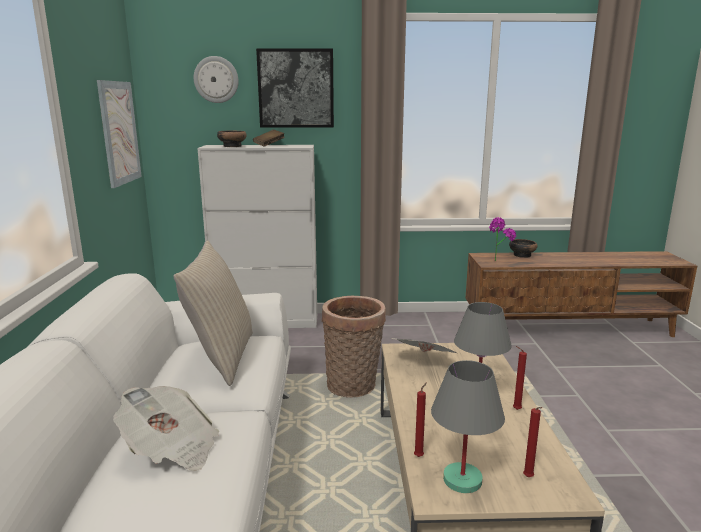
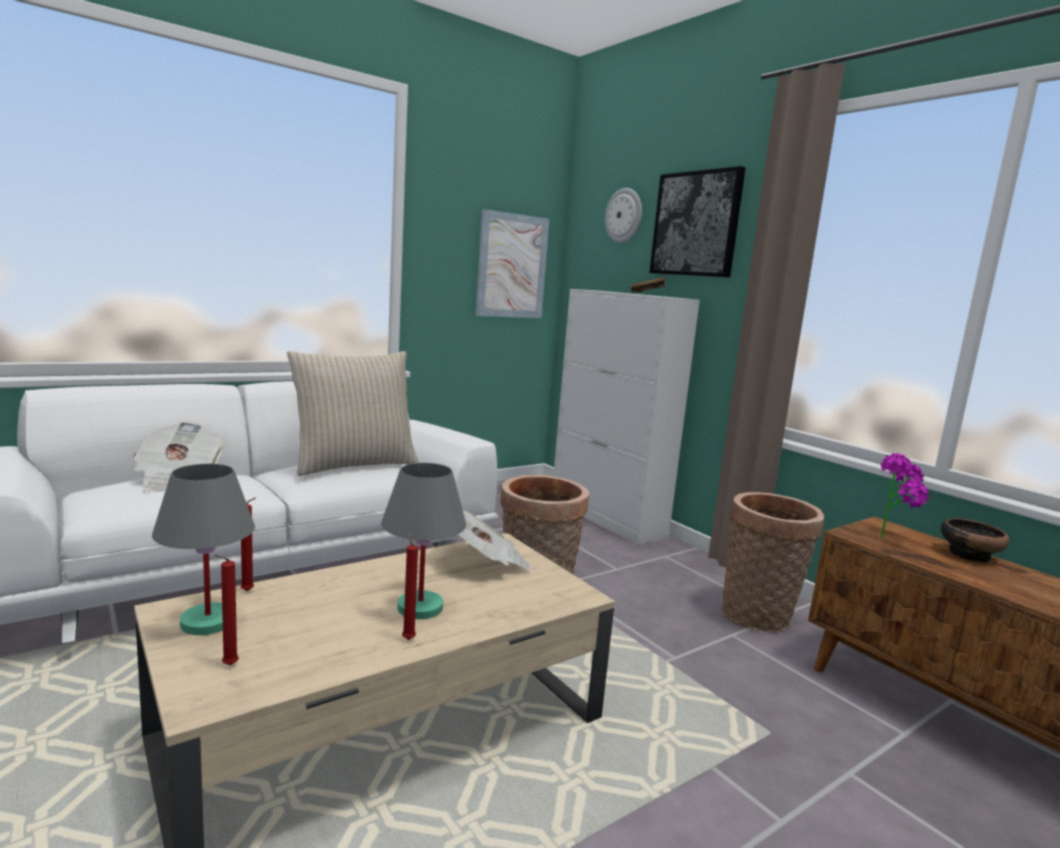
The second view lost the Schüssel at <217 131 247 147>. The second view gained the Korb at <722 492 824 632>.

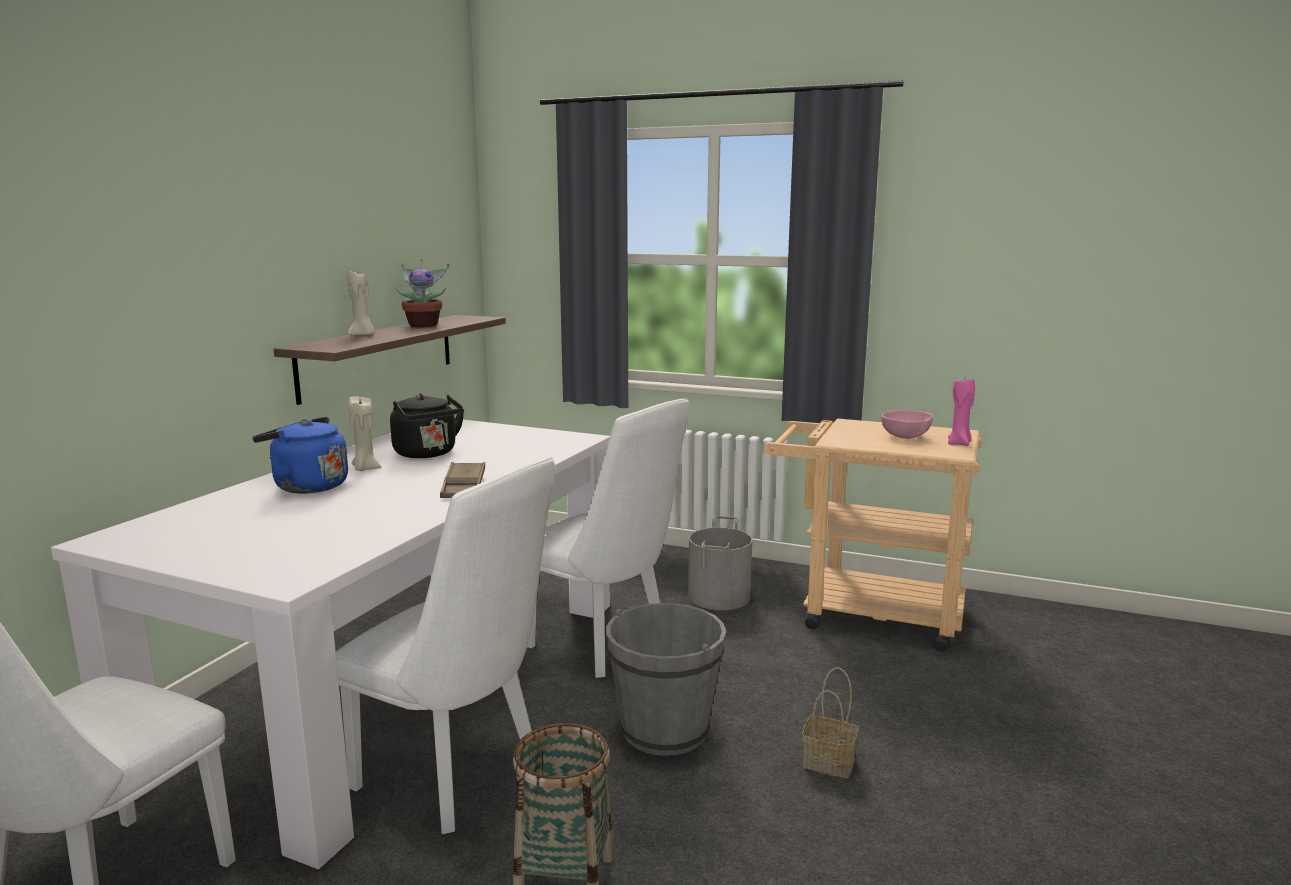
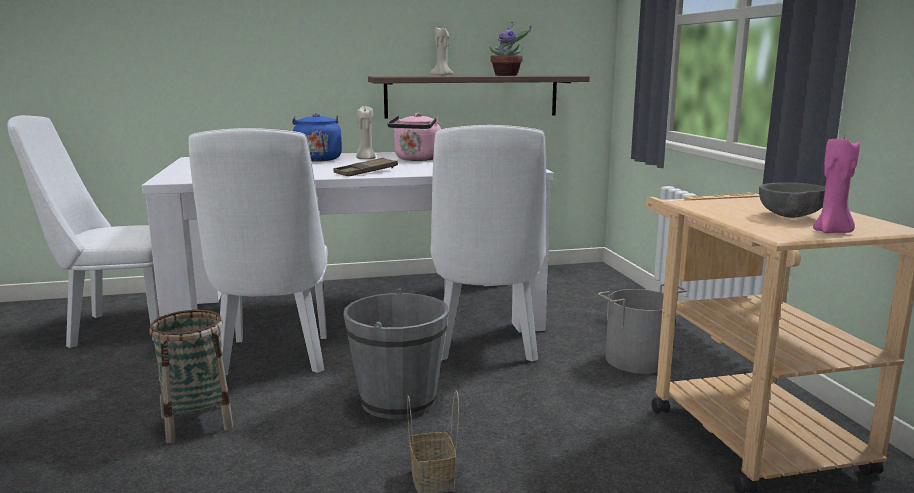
What was the Wasserkessel (schwarz) at <390 393 464 458> turned into the Wasserkessel (rosa) at <387 113 441 161>. What was the Schüssel (rosa) at <882 410 933 439> turned into the Schüssel (grau) at <759 182 825 218>.

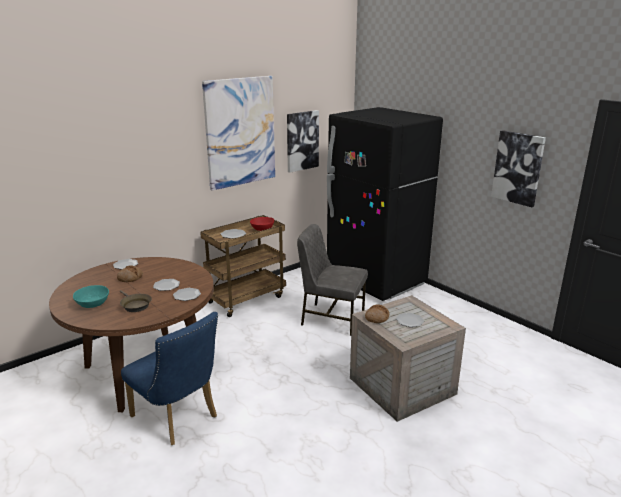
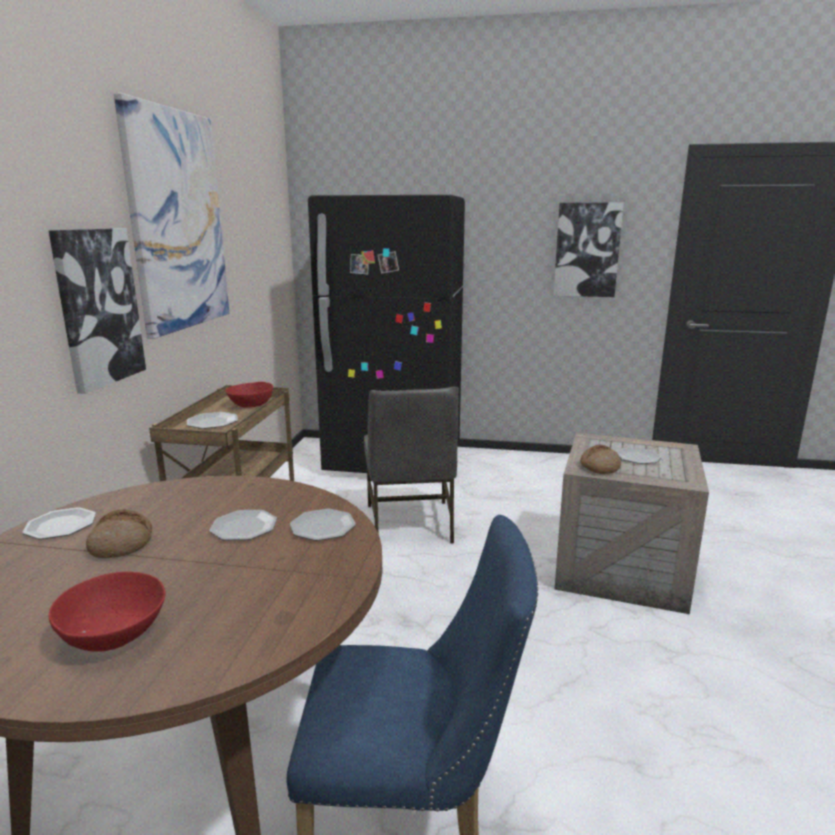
What was the Schüssel (türkis) at <73 285 109 308> turned into the Schüssel (rot) at <49 572 165 652>. The second view lost the Pfanne (braun) at <120 290 152 312>. The Bild ended up elsewhere, having gone from <287 110 319 173> to <49 228 146 394>. The Stuhl (grau) at <297 224 368 336> ended up facing another way, 75 degrees counterclockwise from before.

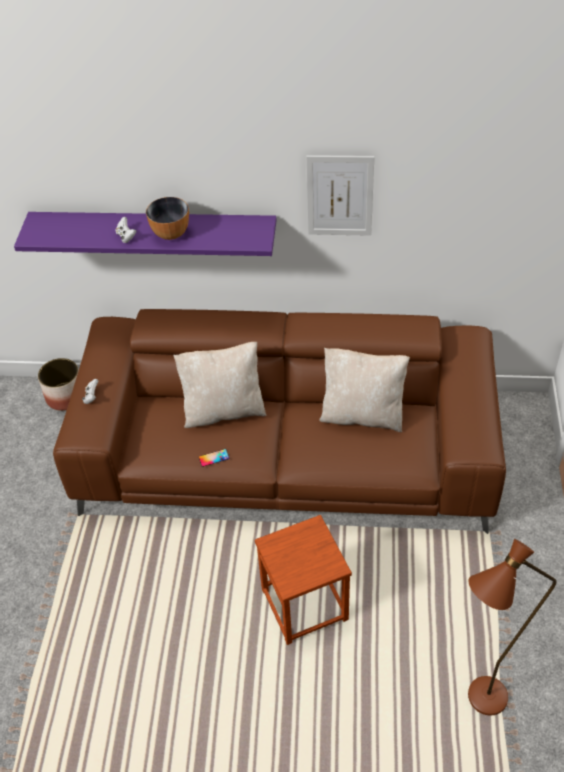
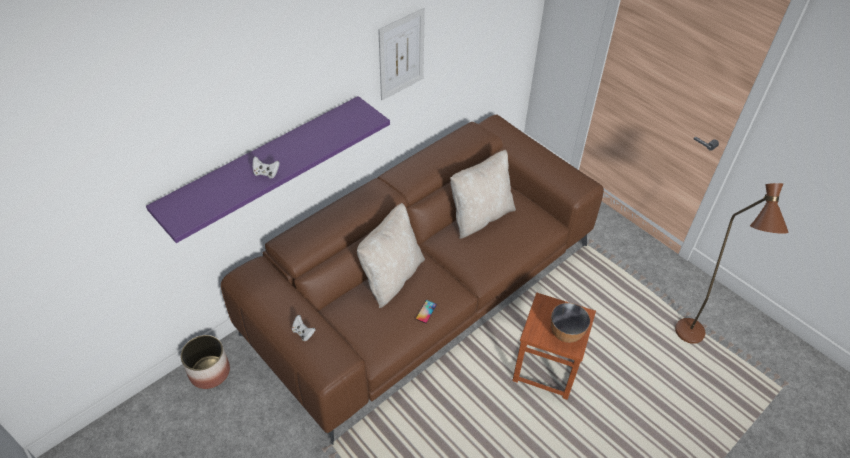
The Schüssel ended up elsewhere, having gone from <146 197 189 240> to <550 303 590 343>.

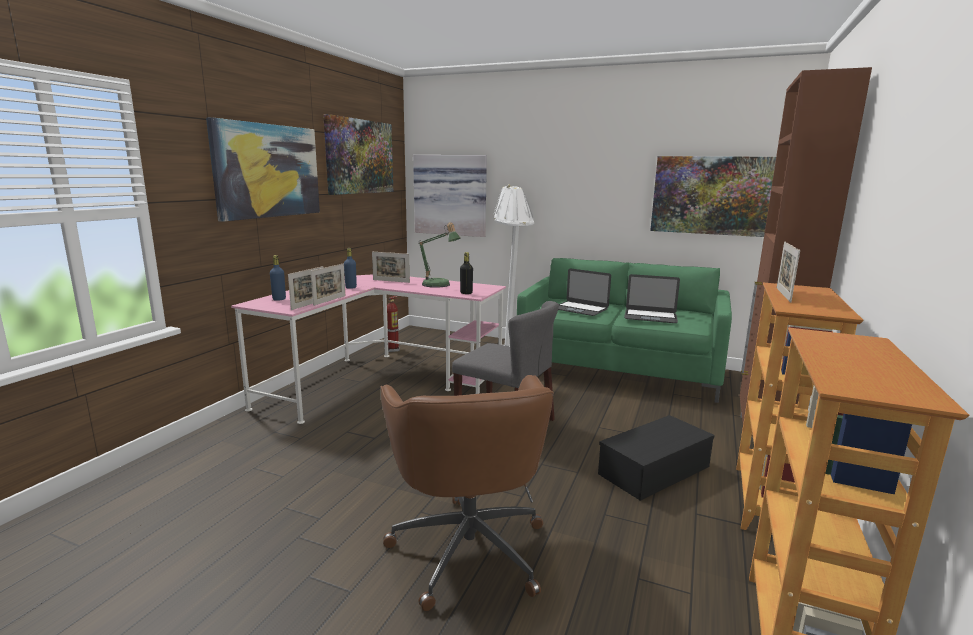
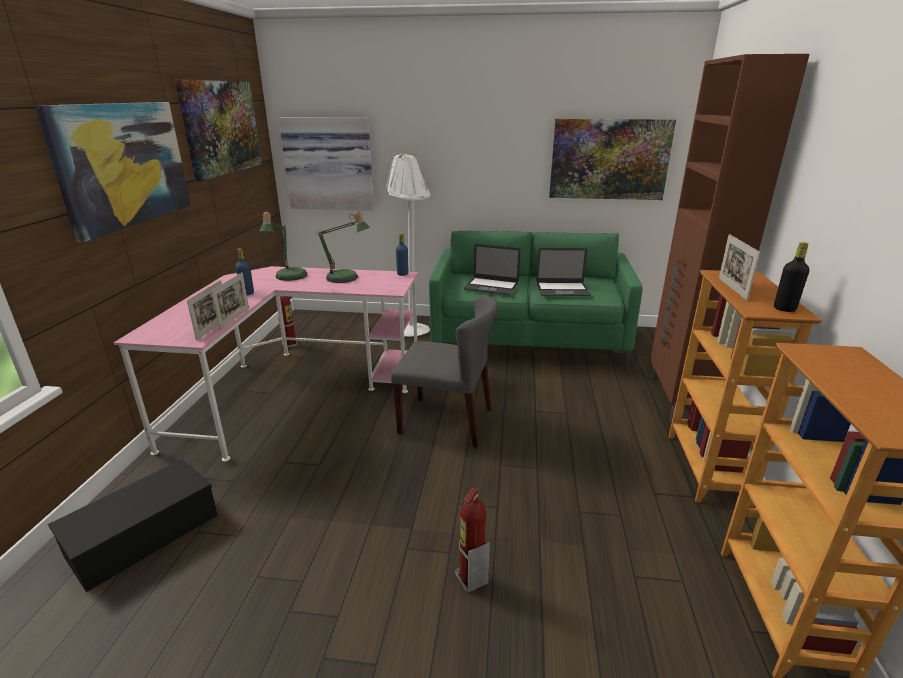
The Flasche (blau) ended up elsewhere, having gone from <270 255 286 301> to <396 233 408 276>. Where the Bilderrahmen stood at <372 252 410 283>, the Tischlampe came to stand at <259 212 307 281>. Where the Bürostuhl (braun) stood at <381 375 554 611>, the Feuerlöscher came to stand at <455 488 490 593>. The Flasche (schwarz) ended up elsewhere, having gone from <460 252 473 294> to <774 242 809 312>. The Aufbewahrungsbox (schwarz) ended up elsewhere, having gone from <598 415 715 501> to <48 459 218 592>.

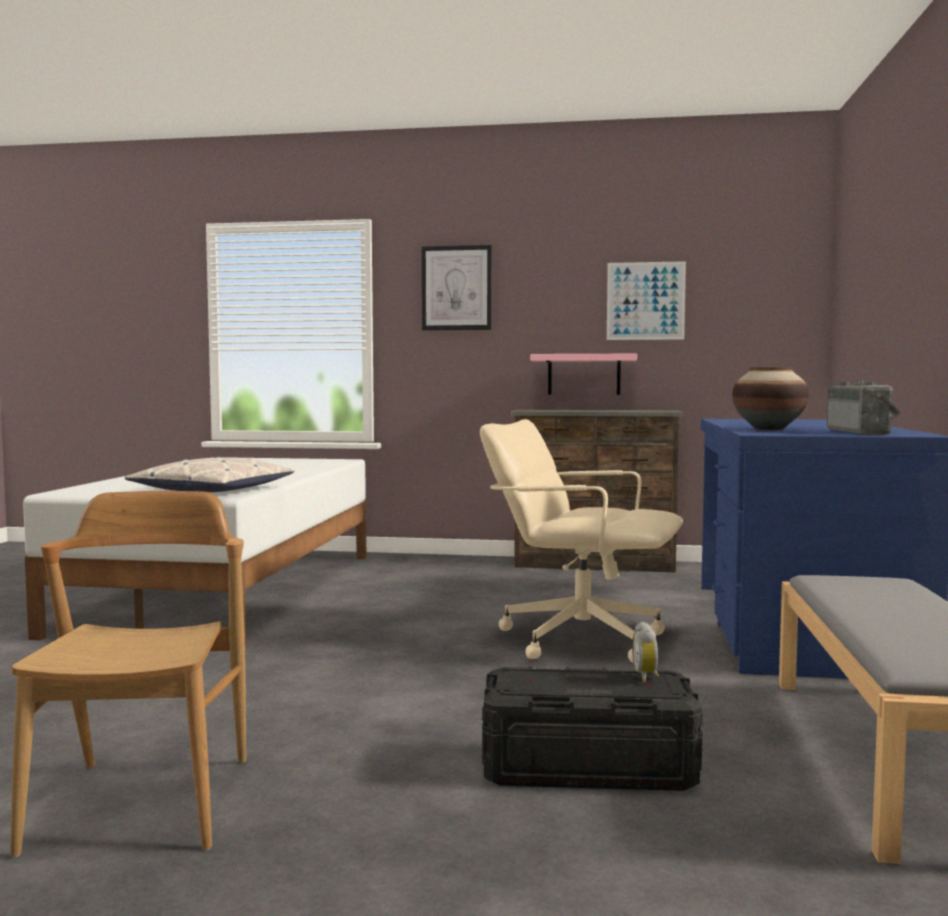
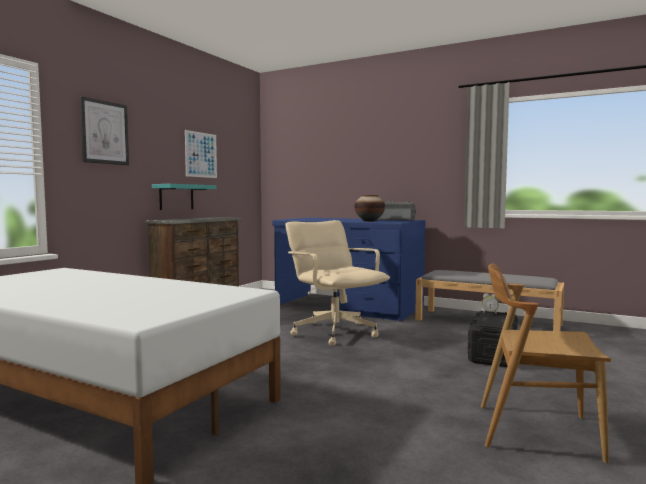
The second view lost the Kissen at <124 457 294 492>. The Bürostuhl (beige) at <480 419 683 663> ended up facing another way, 105 degrees clockwise from before. What was the Wandregal (rosa) at <530 354 637 395> turned into the Wandregal (türkis) at <152 184 216 210>.

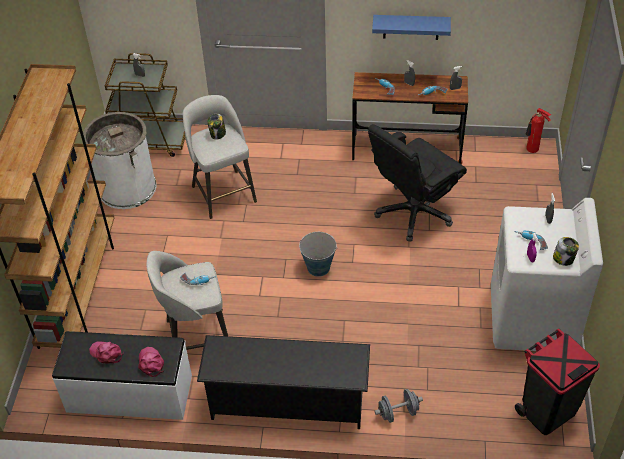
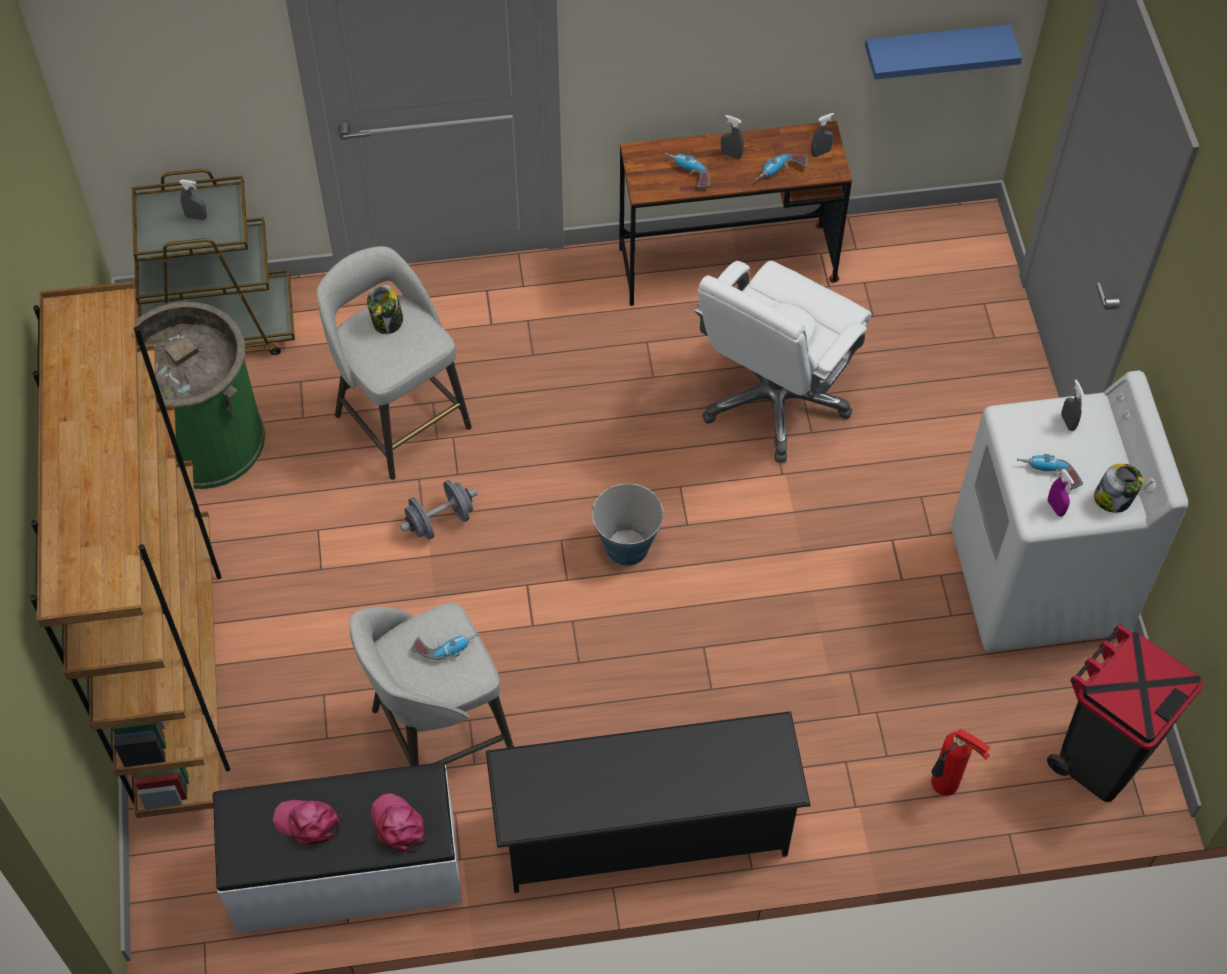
What was the Mülleimer (weiß) at <83 112 156 209> turned into the Mülleimer (grün) at <136 302 265 489>. What was the Bürostuhl (schwarz) at <368 124 467 241> turned into the Bürostuhl (weiß) at <694 261 871 463>. The Wandregal (blau) ended up elsewhere, having gone from <372 15 451 40> to <865 24 1022 80>. The Hantel (grau) ended up elsewhere, having gone from <375 389 423 423> to <400 480 477 540>. The Feuerlöscher ended up elsewhere, having gone from <526 108 551 153> to <931 728 991 796>.

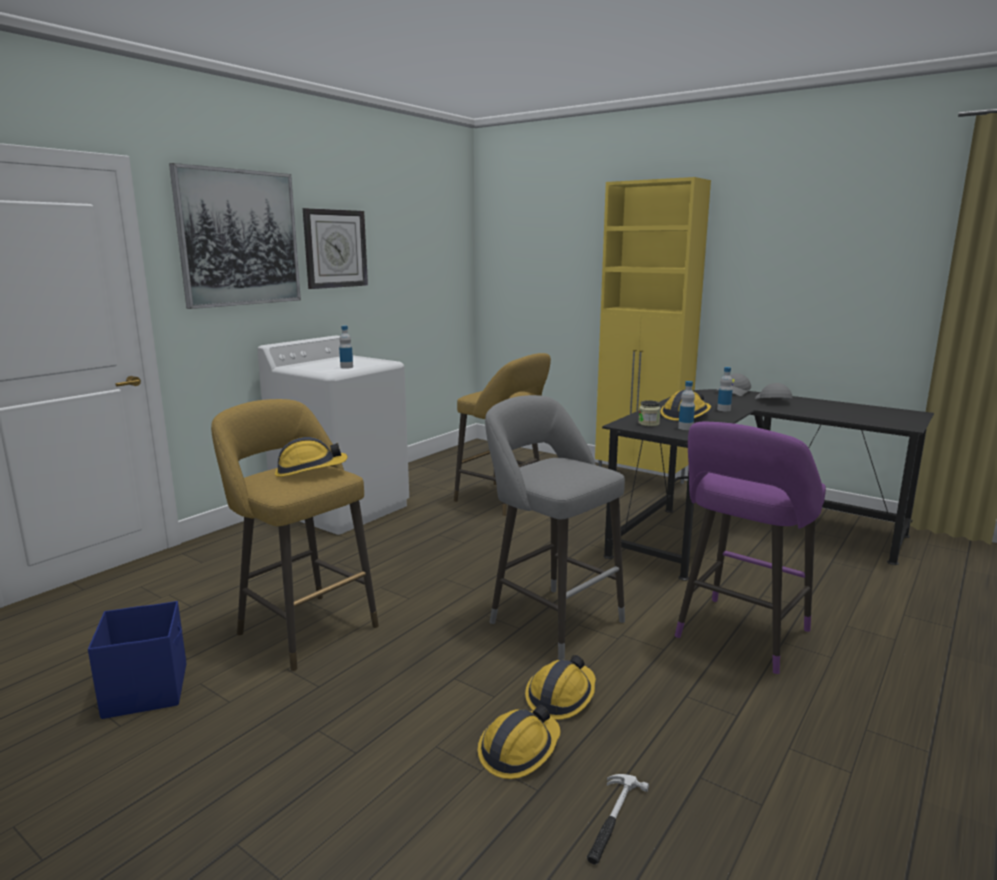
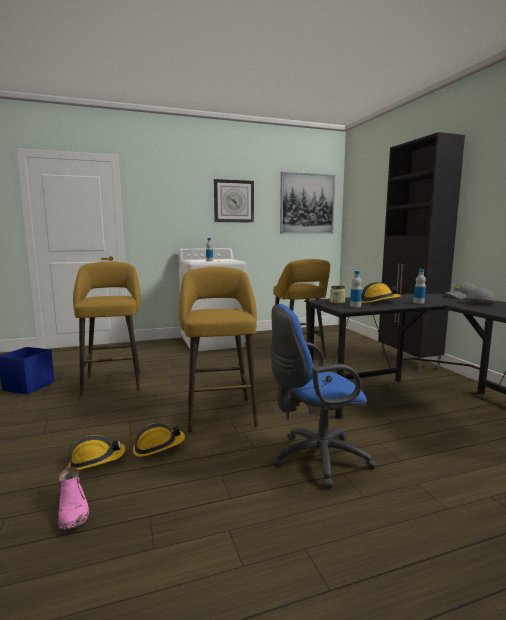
The Bild ended up elsewhere, having gone from <169 163 301 309> to <280 172 335 234>. The second view lost the Schutzhelm at <275 437 348 477>. What was the Hocker (grau) at <485 395 625 660> turned into the Hocker (gelb) at <179 267 258 432>. Where the Hammer stood at <587 774 649 864>, the Stiefel (rosa) came to stand at <58 467 89 530>. What was the Schrank (gelb) at <595 177 711 484> turned into the Schrank (schwarz) at <378 132 465 372>. Where the Hocker (lila) stood at <675 422 826 674>, the Bürostuhl (blau) came to stand at <271 304 376 488>.

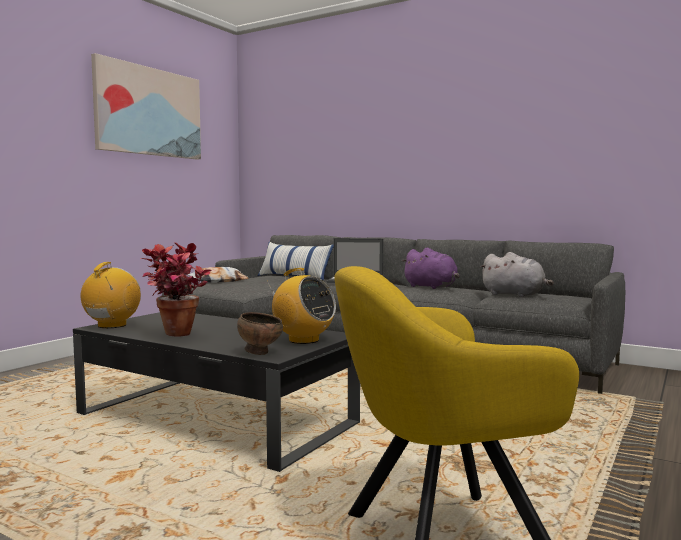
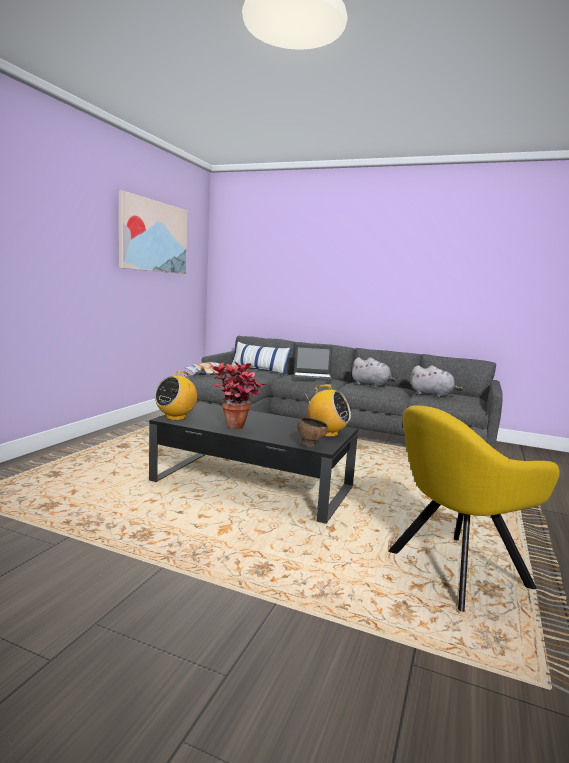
The Radio at <81 262 141 328> ended up facing another way, 150 degrees counterclockwise from before. What was the Plüschtier (lila) at <401 248 460 289> turned into the Plüschtier (grau) at <351 357 396 388>.

